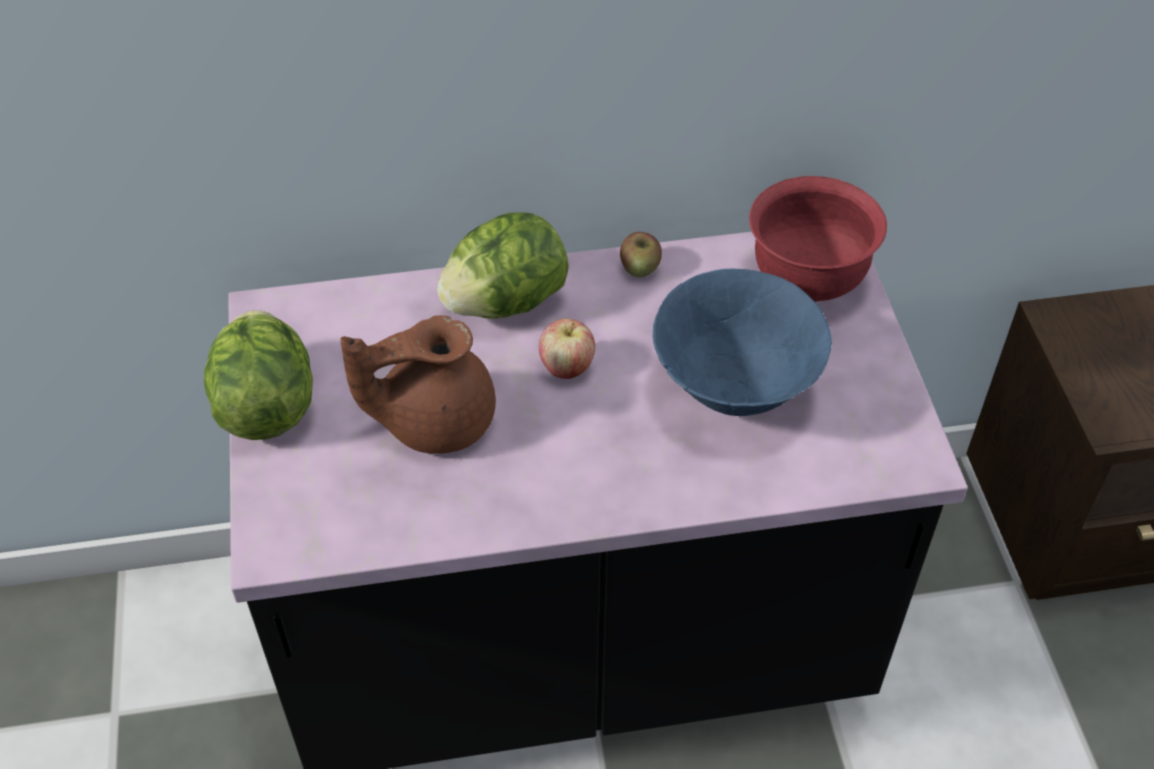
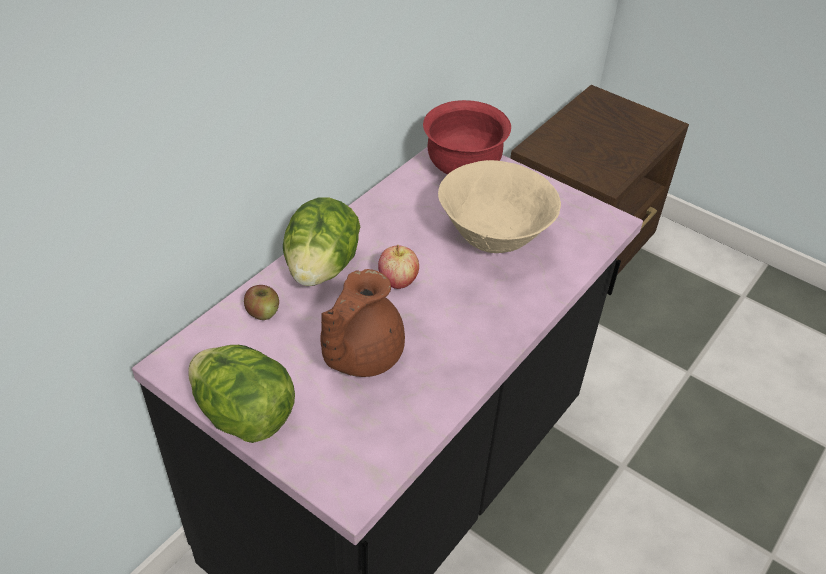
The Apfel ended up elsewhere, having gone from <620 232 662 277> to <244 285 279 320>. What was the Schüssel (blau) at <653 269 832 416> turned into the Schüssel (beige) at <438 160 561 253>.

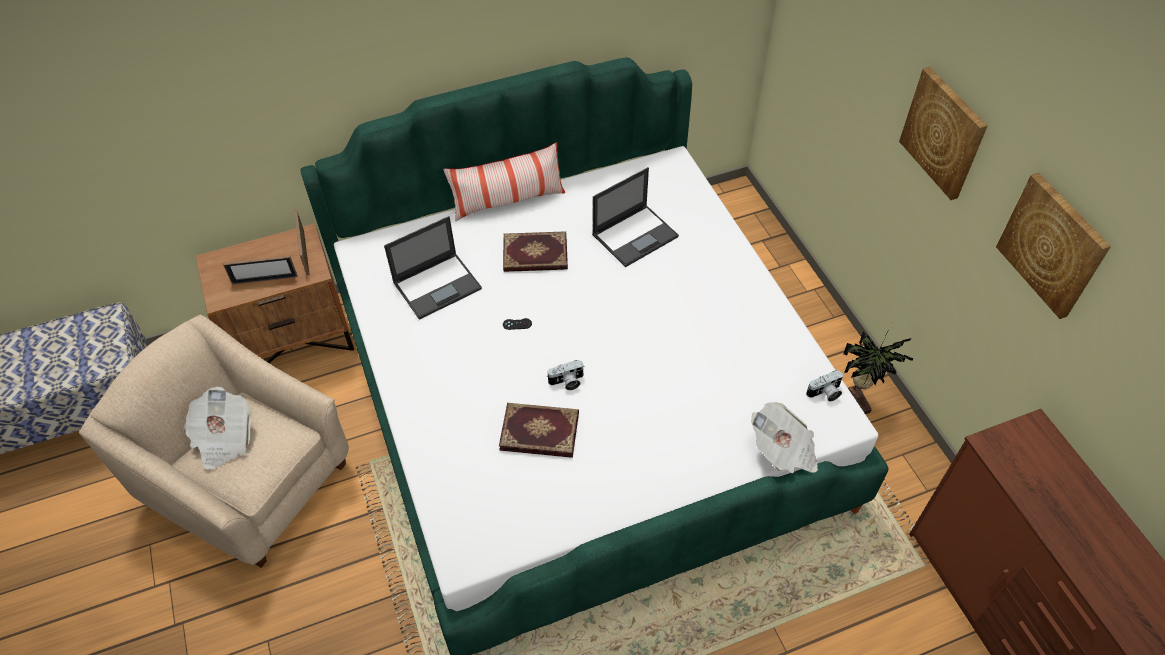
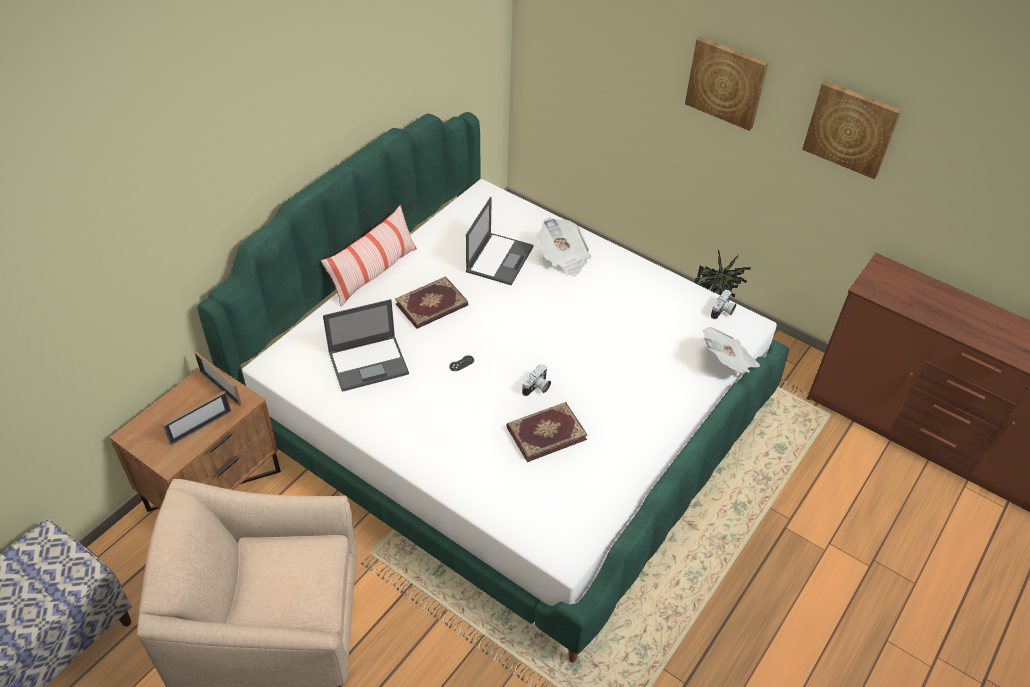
The Zeitung ended up elsewhere, having gone from <184 387 252 470> to <537 217 592 276>. The Laptop at <384 216 482 320> ended up facing another way, 45 degrees clockwise from before.

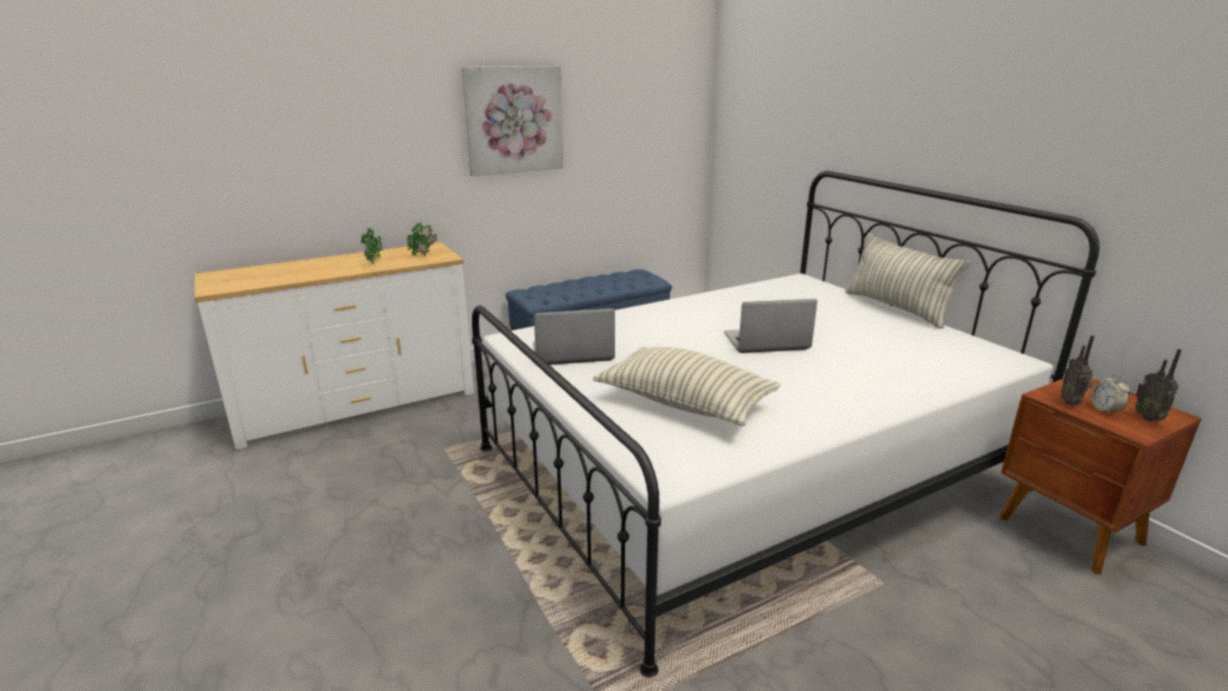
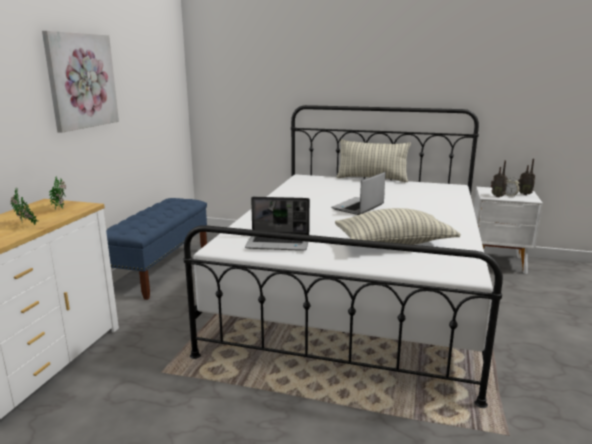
The Laptop at <533 308 615 365> ended up facing another way, 120 degrees counterclockwise from before. What was the Nachttisch (braun) at <999 378 1202 575> turned into the Nachttisch (weiß) at <474 187 543 274>.

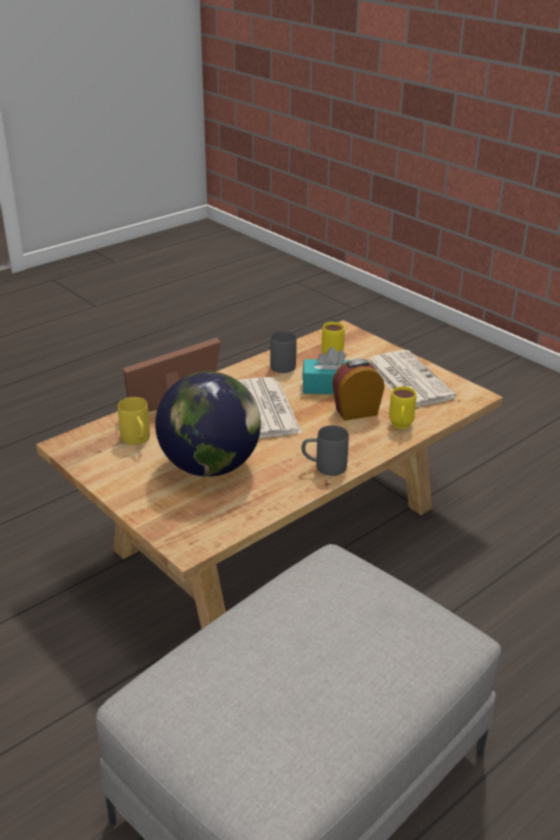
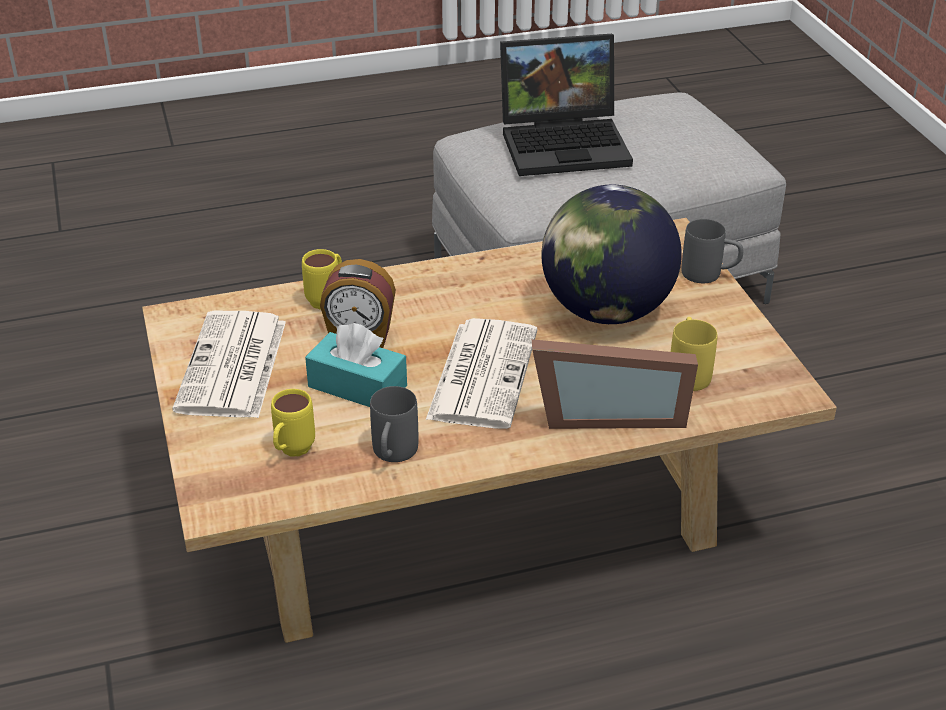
The Henkelbecher (grau) ended up elsewhere, having gone from <302 425 349 476> to <682 219 743 283>. The second view gained the Laptop at <500 34 633 176>.

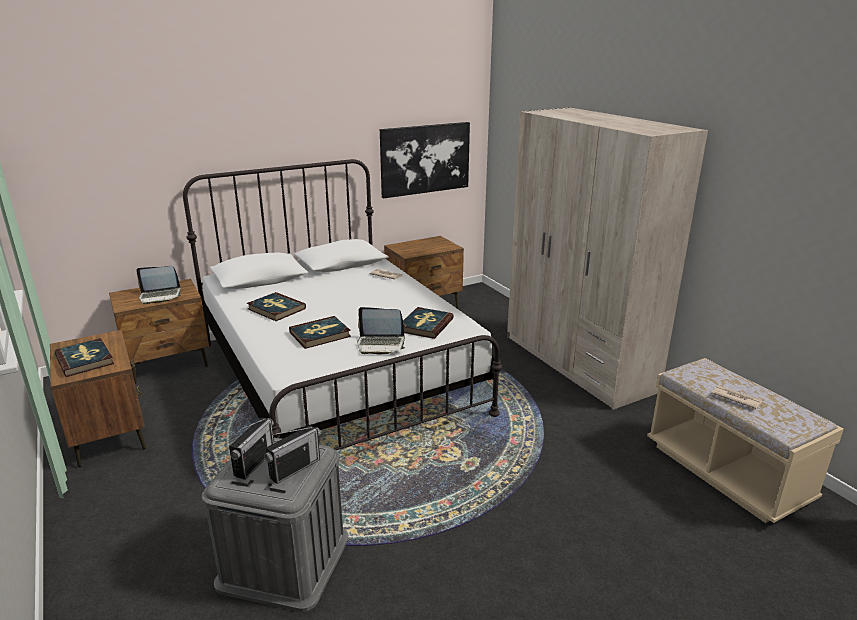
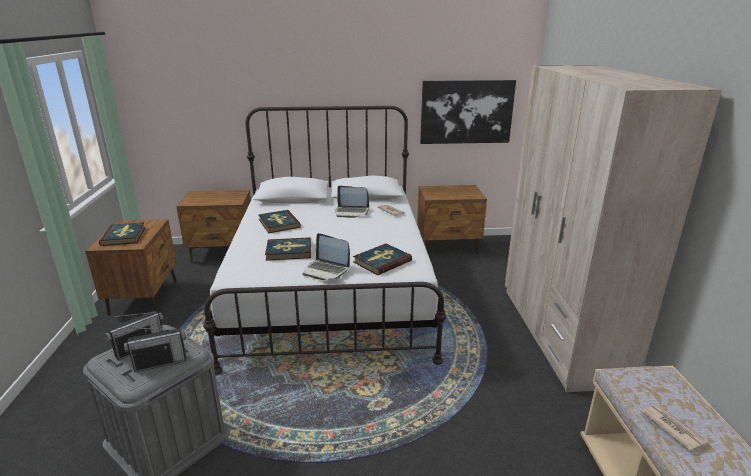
The Laptop ended up elsewhere, having gone from <136 266 181 304> to <335 186 369 218>.

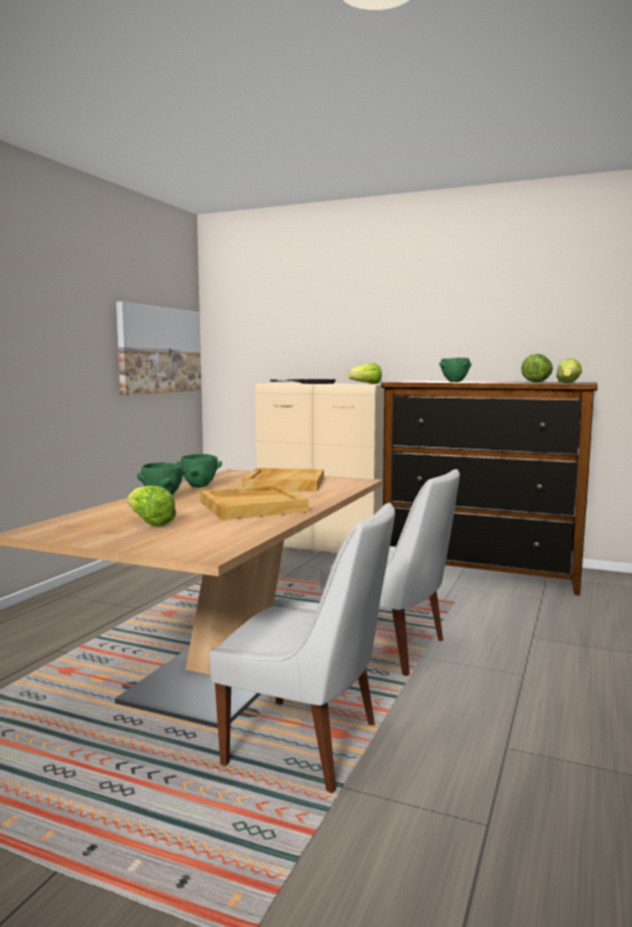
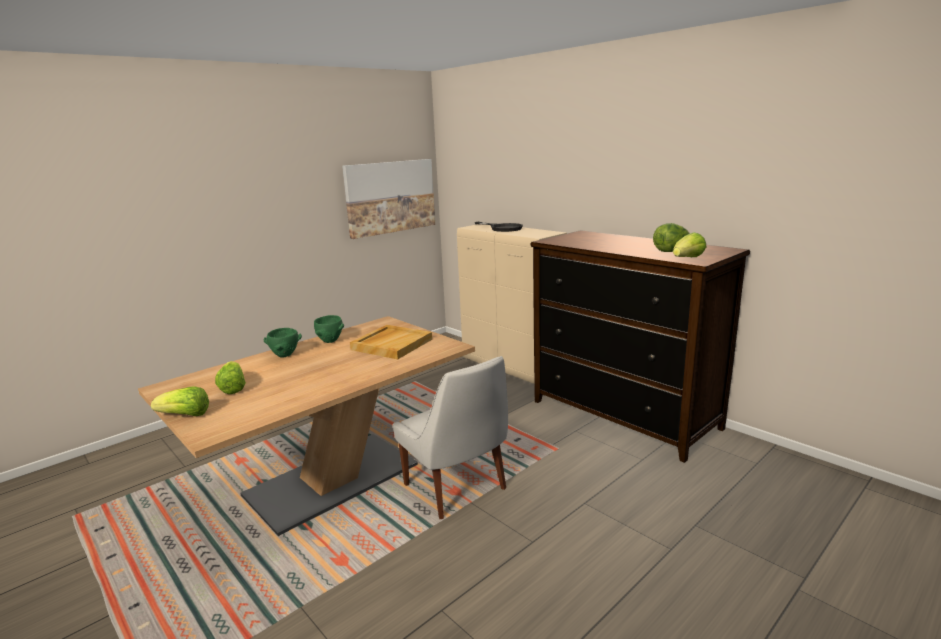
The second view lost the Tablett (beige) at <200 485 309 520>. The second view lost the Stuhl (weiß) at <209 503 395 793>. The Salatkopf ended up elsewhere, having gone from <348 363 382 384> to <151 386 209 416>. The second view lost the Schüssel (grün) at <439 358 472 382>.

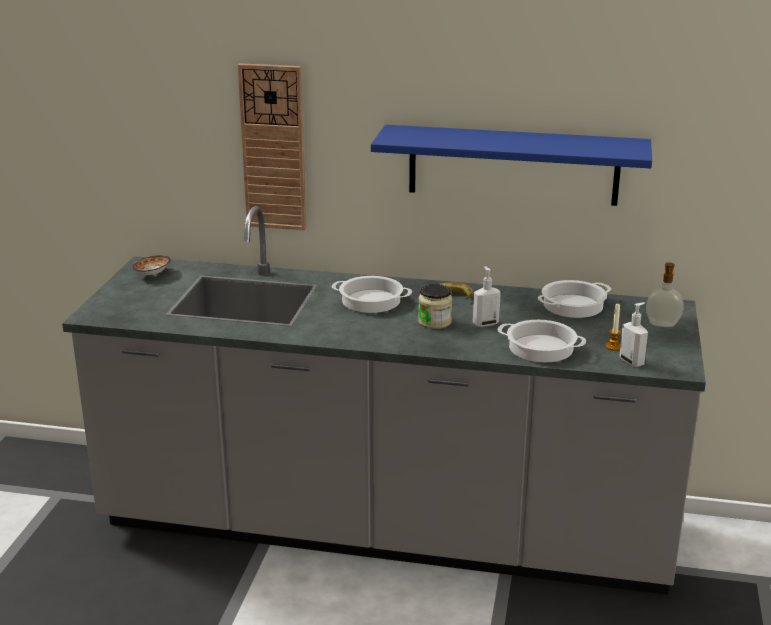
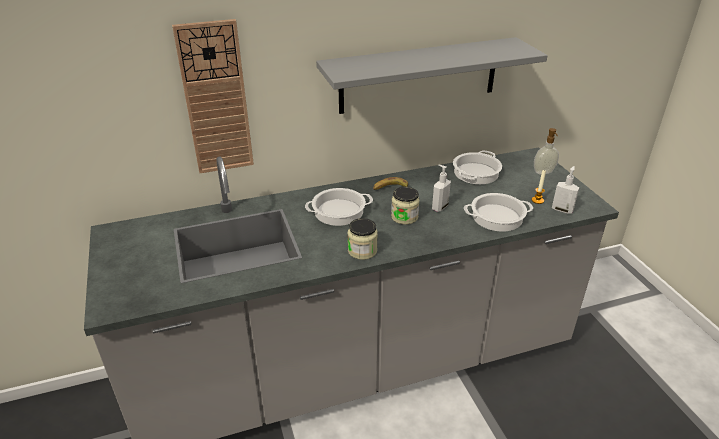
The second view lost the Schüssel at <133 255 171 275>. What was the Wandregal (blau) at <371 125 652 206> turned into the Wandregal (grau) at <316 37 548 114>. The second view gained the Vorratsglas at <348 218 378 260>.

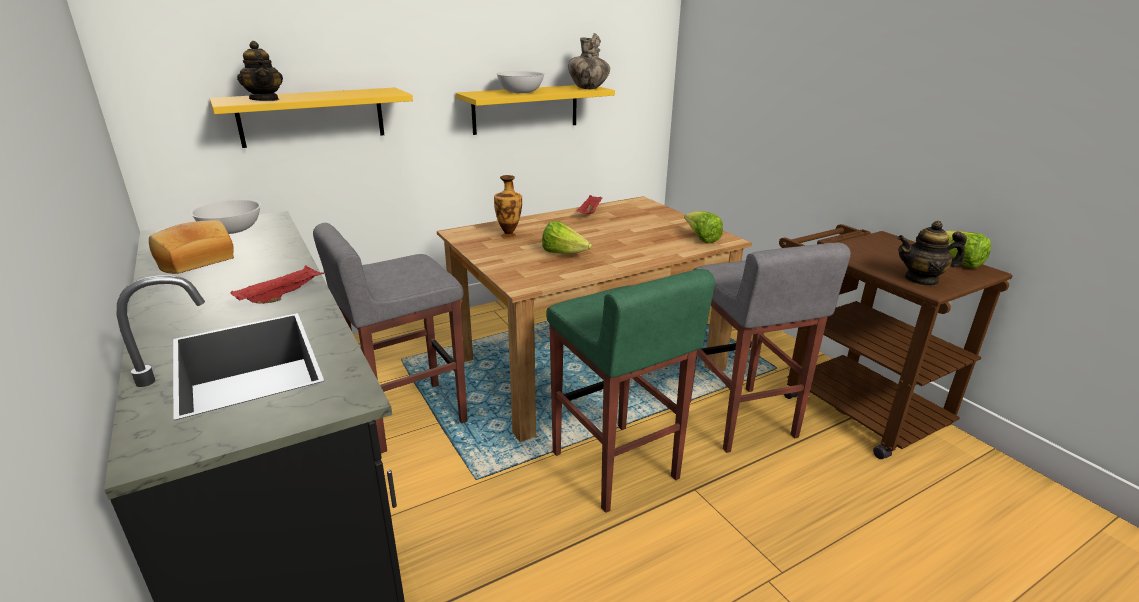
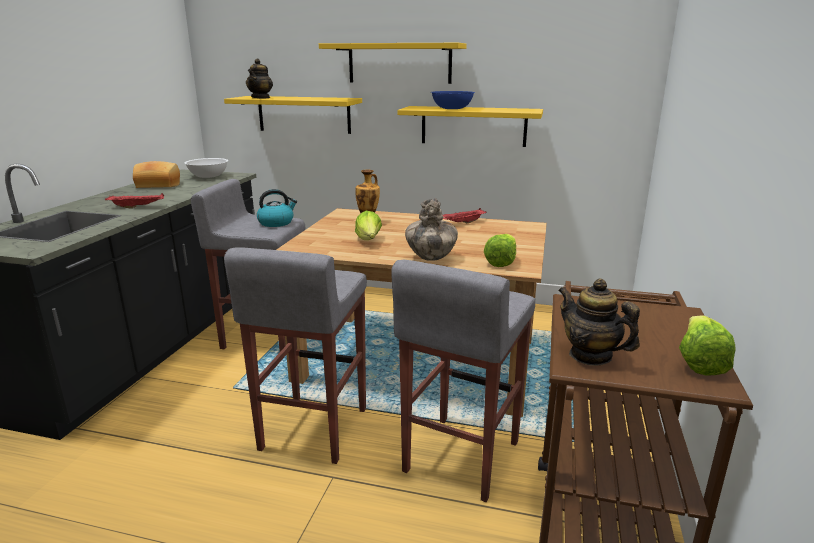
What was the Schüssel (weiß) at <496 71 545 93> turned into the Schüssel (blau) at <431 91 475 109>. What was the Hocker (grün) at <546 269 715 513> turned into the Hocker (grau) at <224 247 367 464>. The Vase ended up elsewhere, having gone from <568 33 610 89> to <405 198 458 261>. The second view gained the Wasserkessel at <257 189 297 227>. The second view gained the Wandregal (gelb) at <319 43 467 84>.

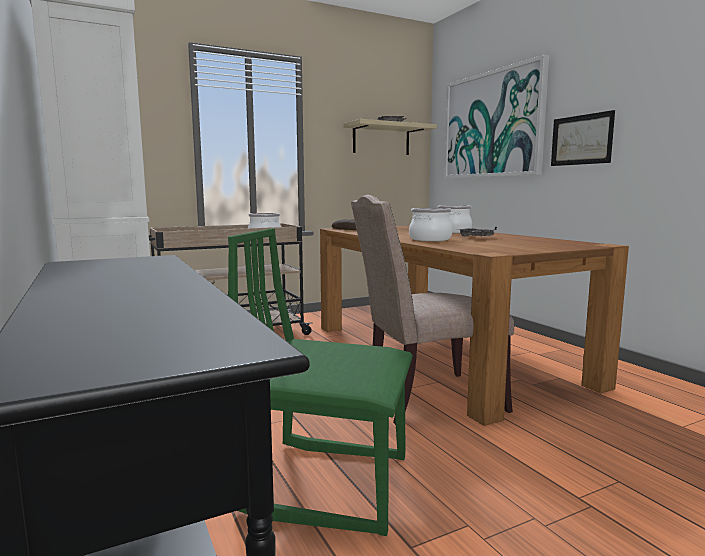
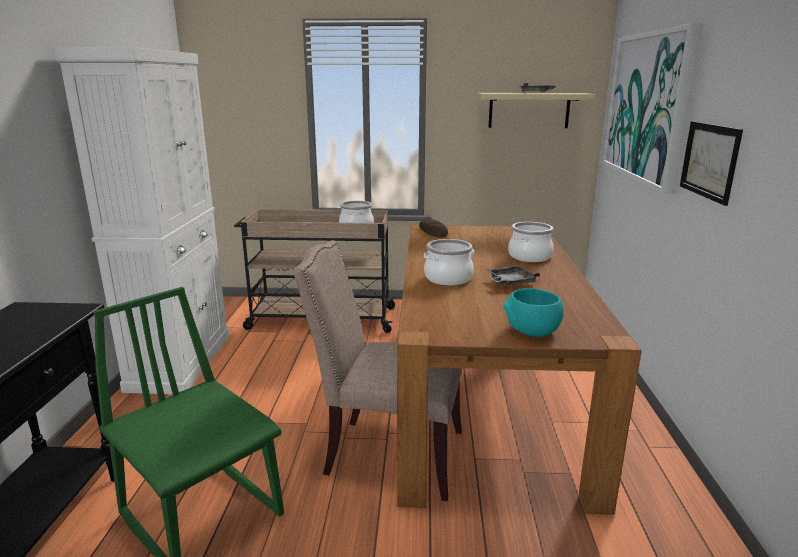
The second view gained the Schüssel (türkis) at <503 288 564 337>.

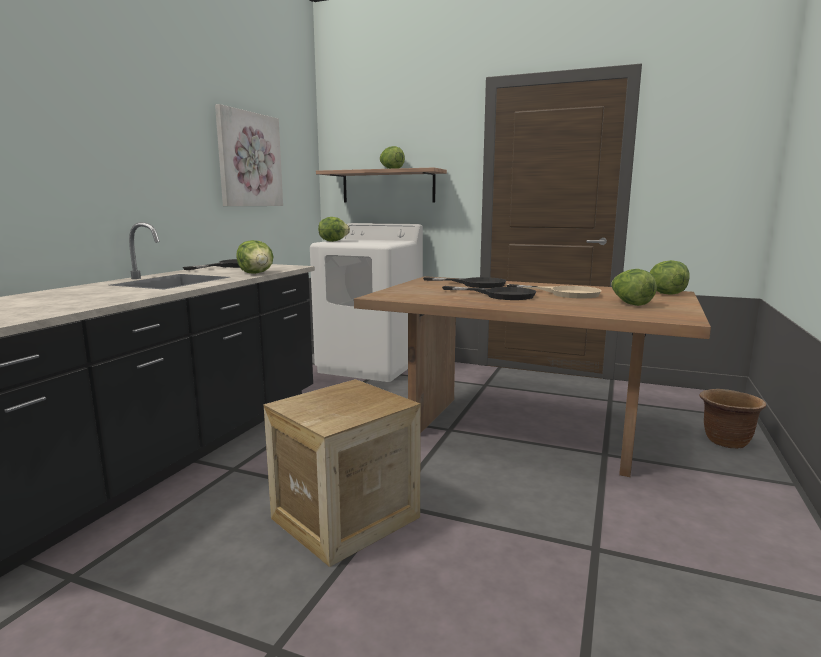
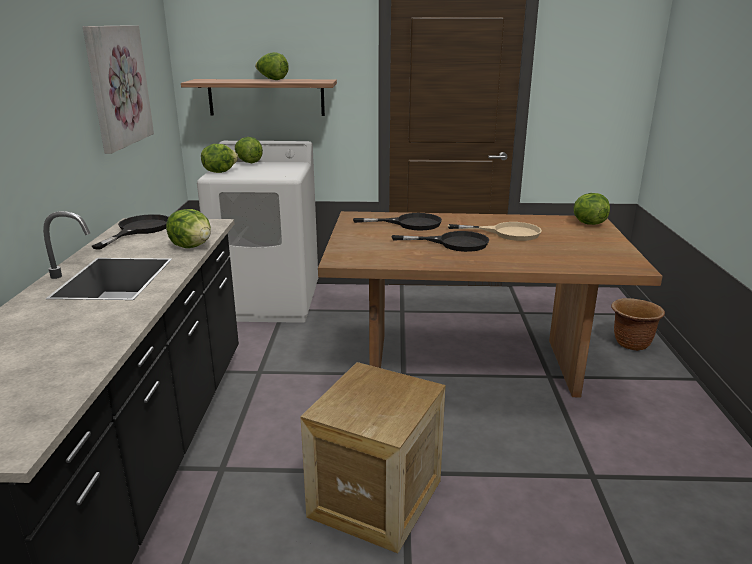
The Salatkopf ended up elsewhere, having gone from <611 269 657 306> to <235 137 263 163>.

